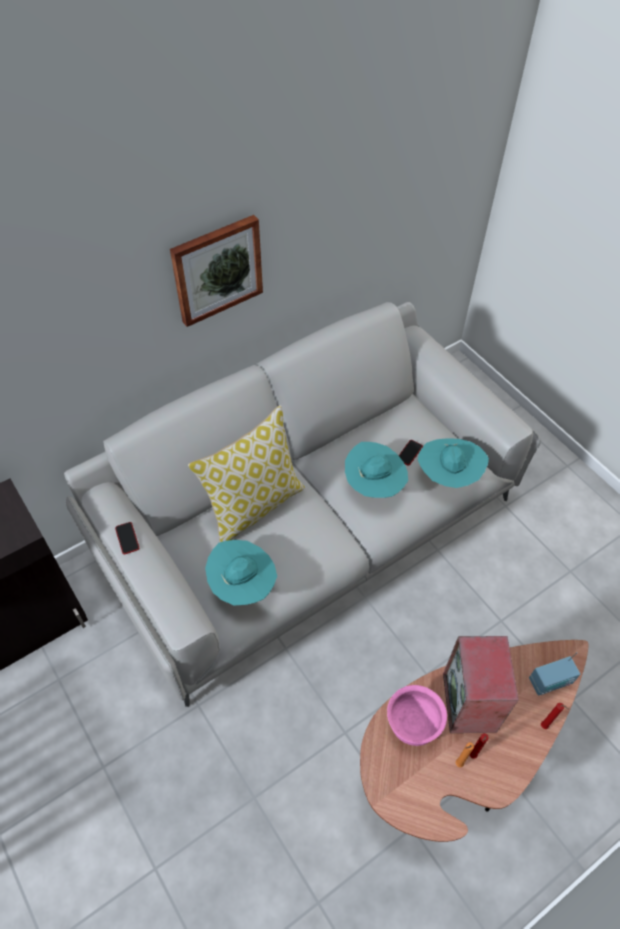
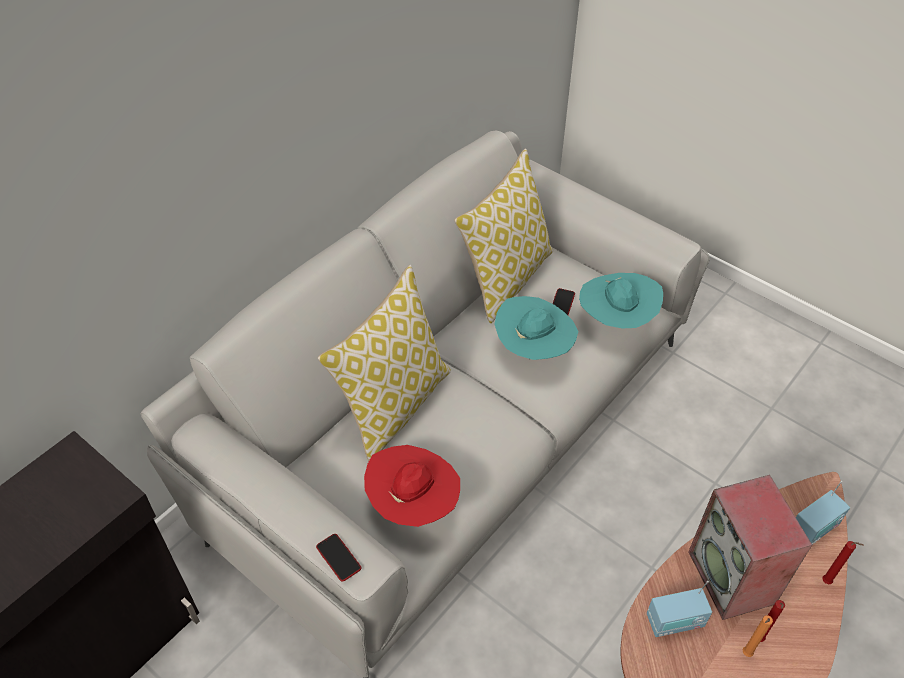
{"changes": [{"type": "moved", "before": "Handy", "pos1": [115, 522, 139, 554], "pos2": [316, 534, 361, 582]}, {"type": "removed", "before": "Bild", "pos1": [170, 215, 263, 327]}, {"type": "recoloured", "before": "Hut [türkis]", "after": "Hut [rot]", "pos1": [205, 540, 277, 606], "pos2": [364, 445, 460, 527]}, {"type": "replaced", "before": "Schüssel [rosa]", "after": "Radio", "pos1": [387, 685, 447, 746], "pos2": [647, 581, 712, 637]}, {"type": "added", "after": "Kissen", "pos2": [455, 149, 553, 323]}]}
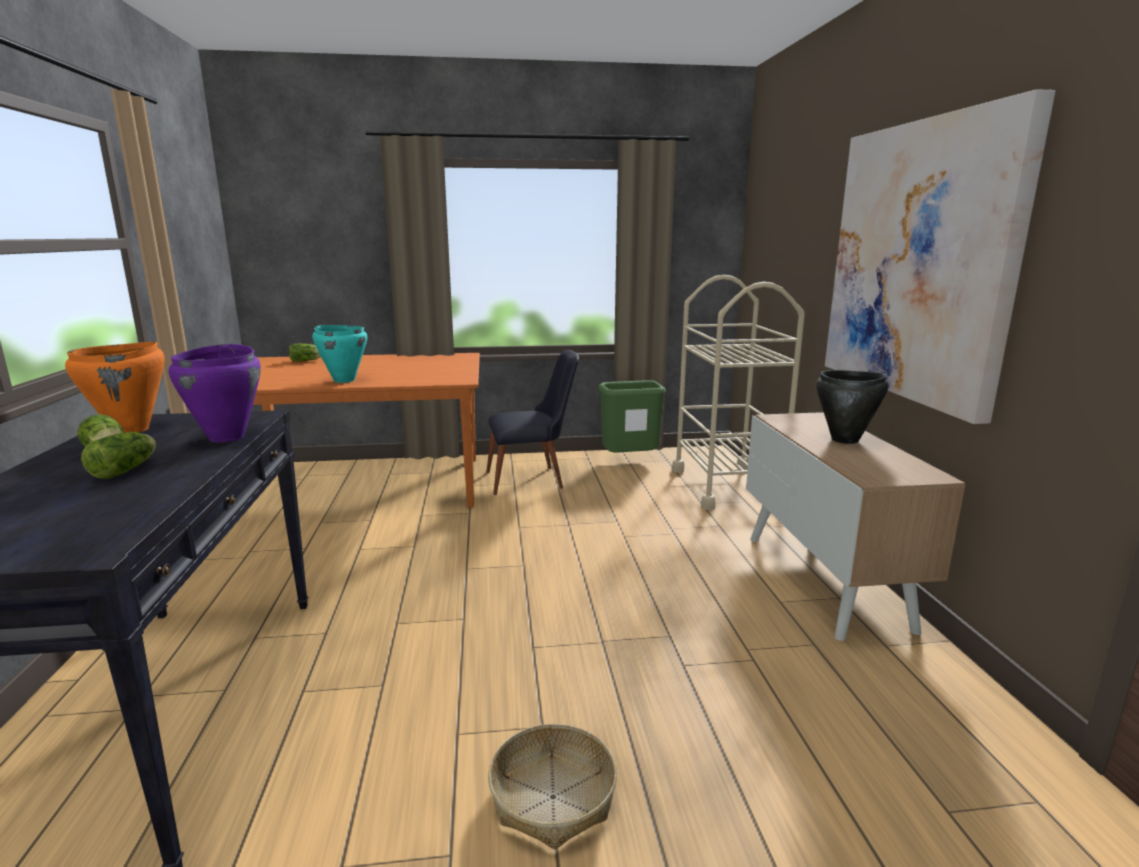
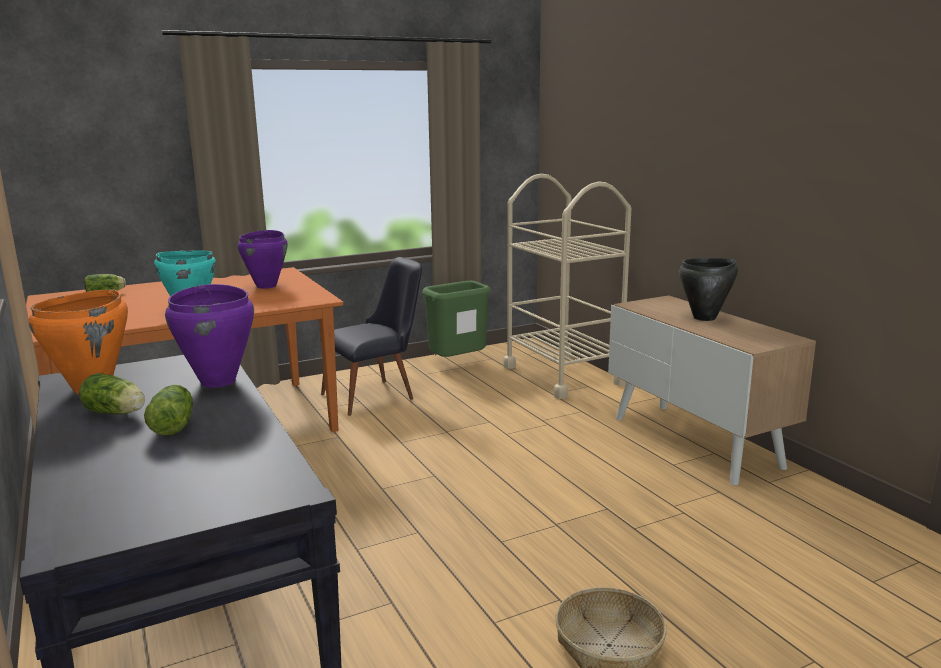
{"changes": [{"type": "removed", "before": "Bild", "pos1": [825, 89, 1055, 424]}, {"type": "added", "after": "Kochtopf [lila]", "pos2": [238, 230, 288, 289]}]}
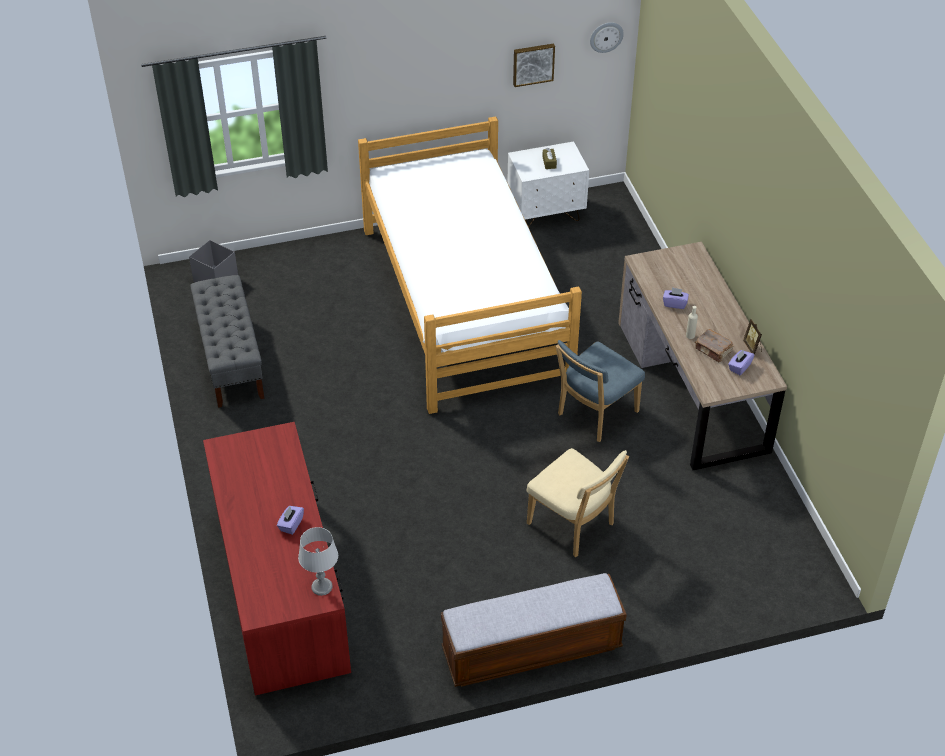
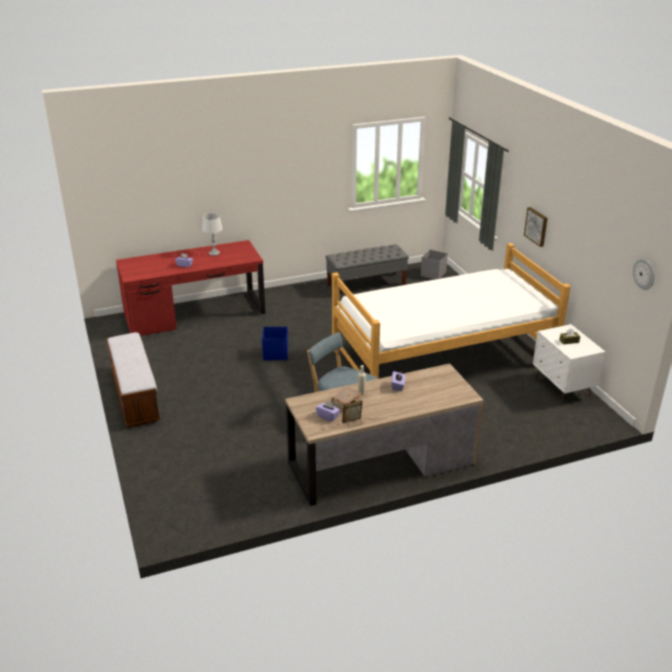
{"changes": [{"type": "moved", "before": "Tischlampe [grau]", "pos1": [298, 527, 338, 596], "pos2": [202, 213, 223, 256]}, {"type": "moved", "before": "Bild", "pos1": [513, 43, 555, 87], "pos2": [524, 207, 547, 247]}, {"type": "removed", "before": "Stuhl [beige]", "pos1": [526, 448, 629, 557]}, {"type": "added", "after": "Aufbewahrungsbox [blau]", "pos2": [262, 327, 288, 360]}]}
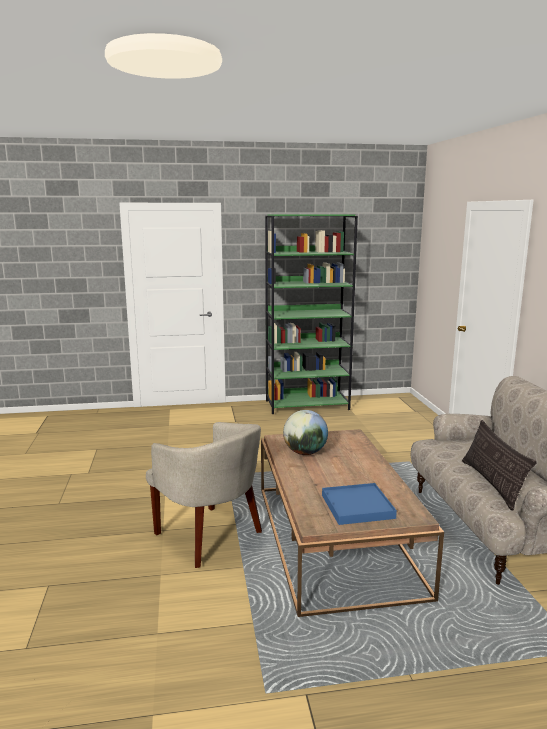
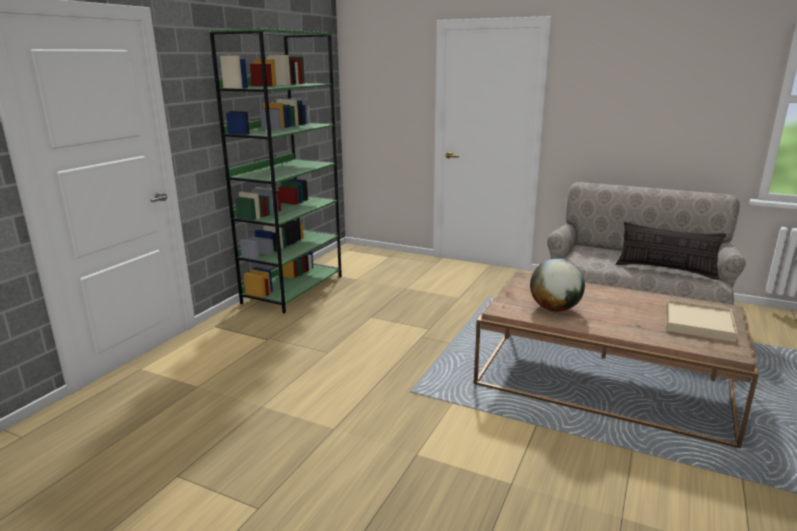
{"changes": [{"type": "removed", "before": "Sessel [beige]", "pos1": [146, 422, 262, 568]}, {"type": "recoloured", "before": "Tablett [blau]", "after": "Tablett [beige]", "pos1": [322, 483, 397, 525], "pos2": [667, 300, 737, 342]}]}
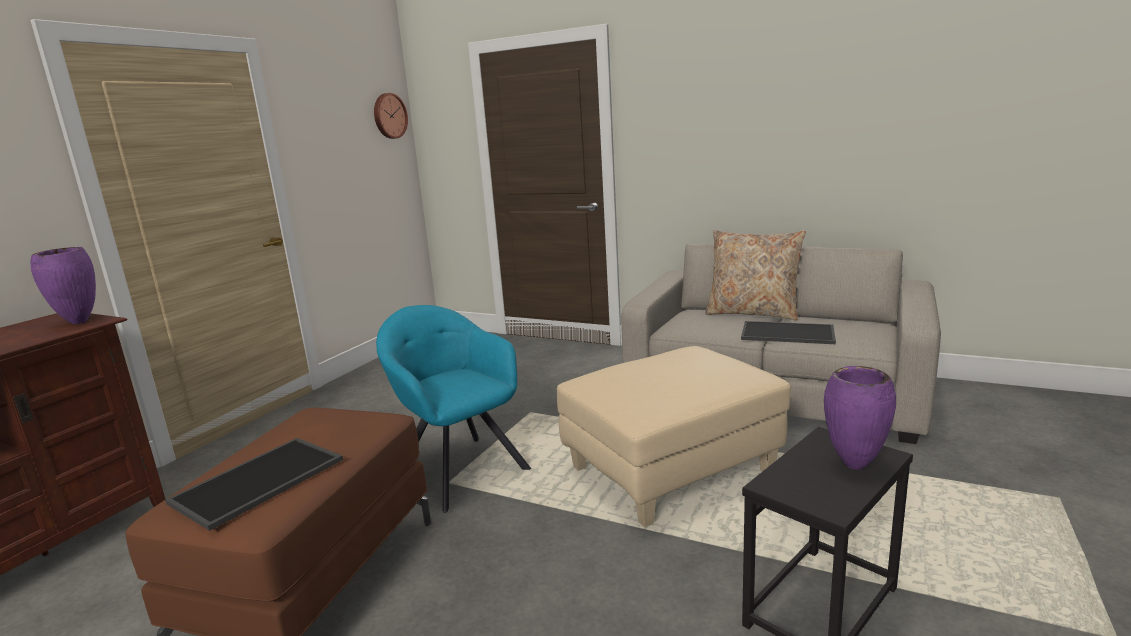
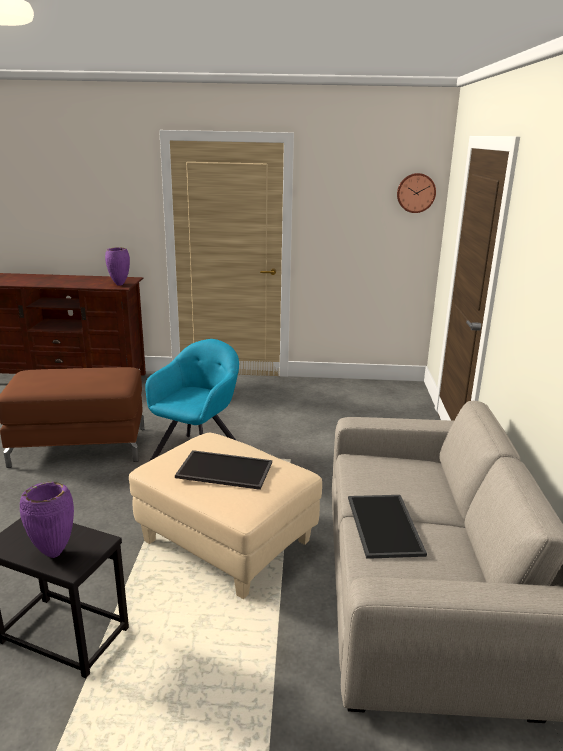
{"changes": [{"type": "moved", "before": "Tablett", "pos1": [165, 438, 343, 531], "pos2": [175, 450, 272, 490]}, {"type": "removed", "before": "Kissen [beige]", "pos1": [705, 230, 806, 321]}]}
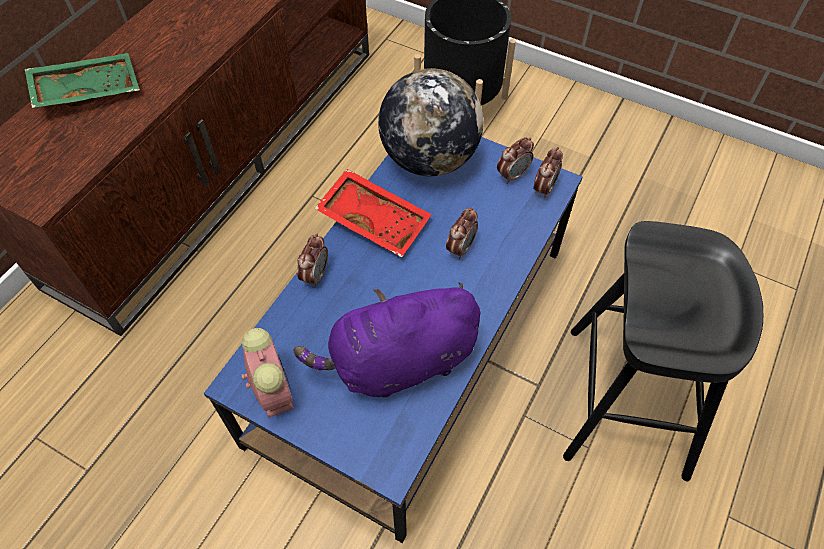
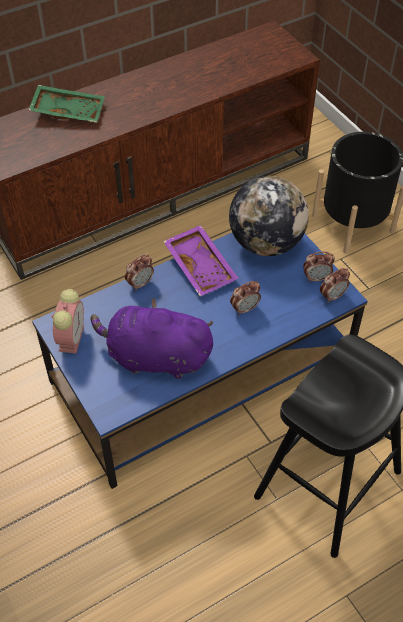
{"changes": [{"type": "recoloured", "before": "Tablett [rot]", "after": "Tablett [lila]", "pos1": [314, 169, 432, 257], "pos2": [163, 225, 239, 296]}]}
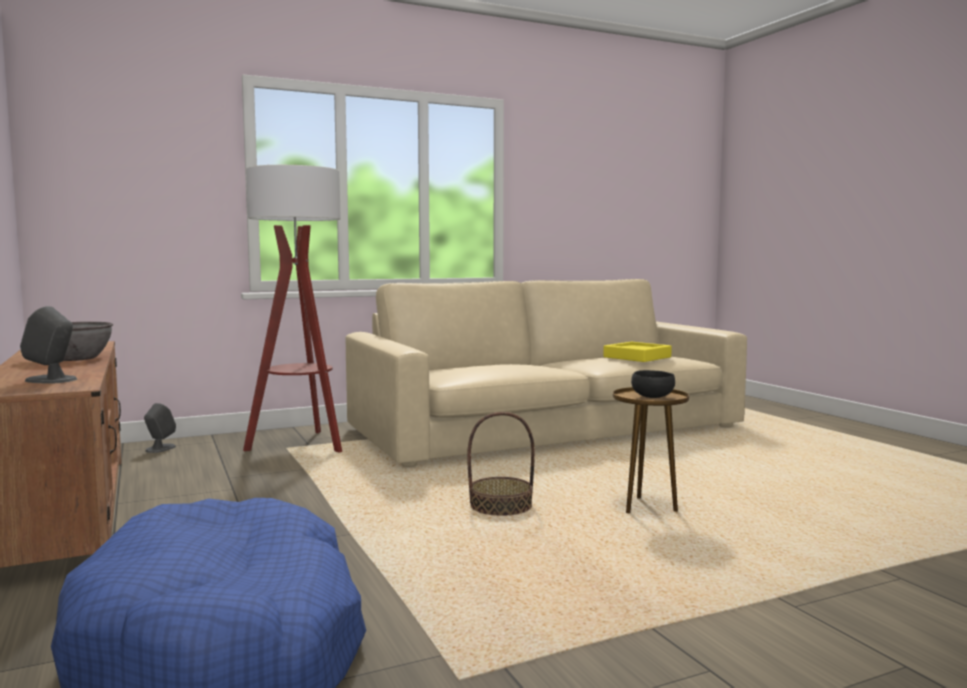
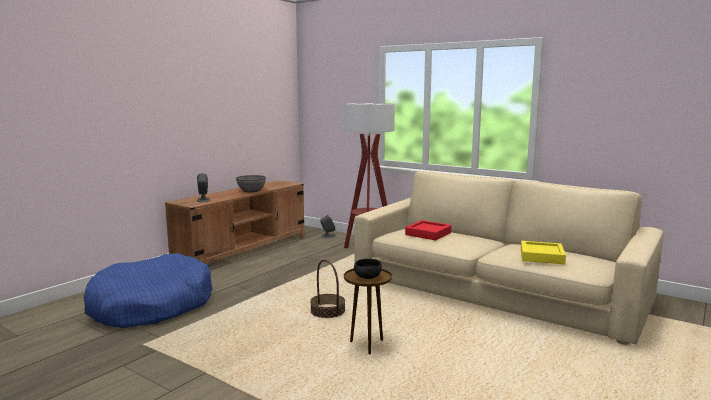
{"changes": [{"type": "added", "after": "Tablett [rot]", "pos2": [405, 220, 451, 240]}]}
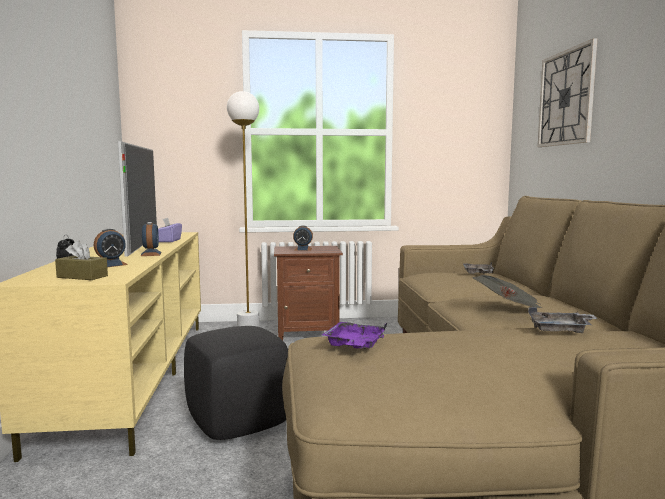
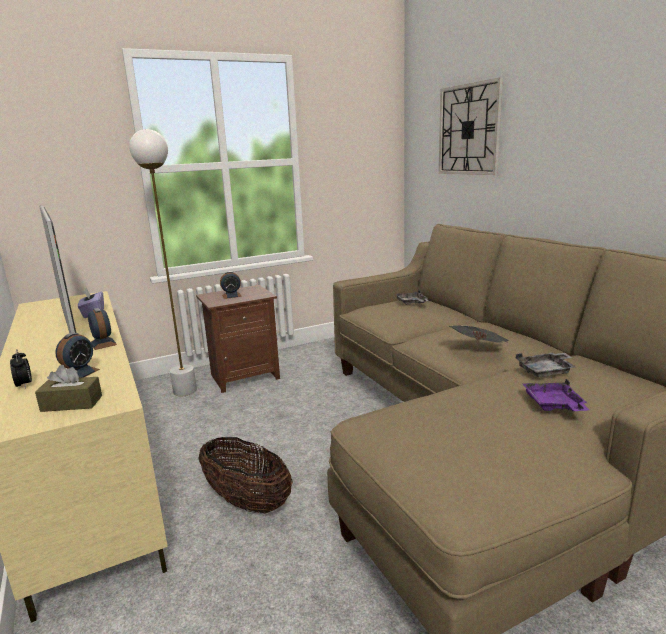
{"changes": [{"type": "replaced", "before": "Polsterhocker [schwarz]", "after": "Korb", "pos1": [184, 326, 288, 440], "pos2": [198, 437, 293, 513]}, {"type": "moved", "before": "Tablett [lila]", "pos1": [322, 322, 387, 349], "pos2": [523, 379, 589, 411]}]}
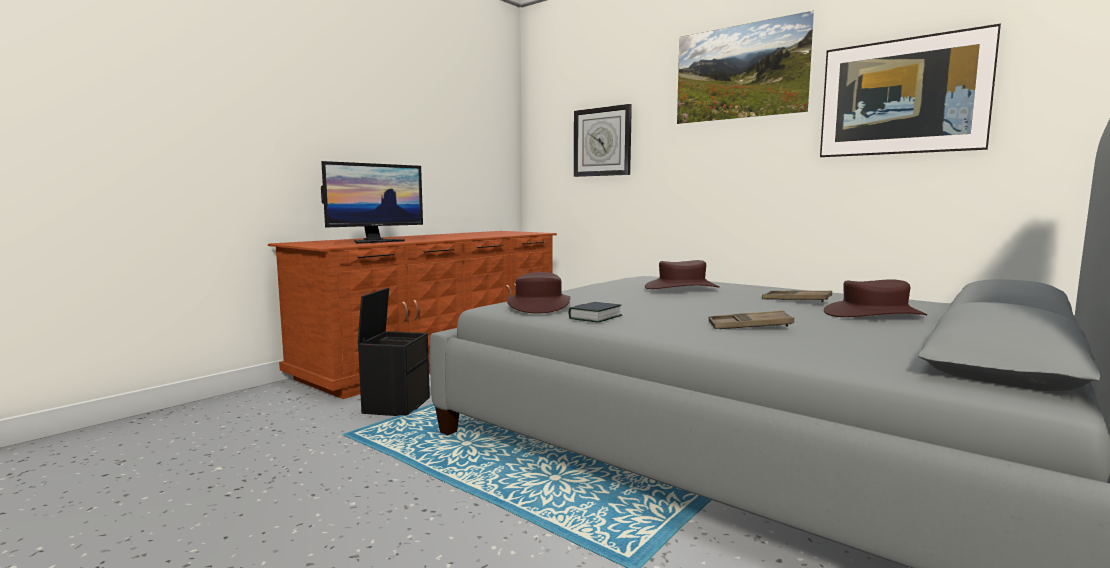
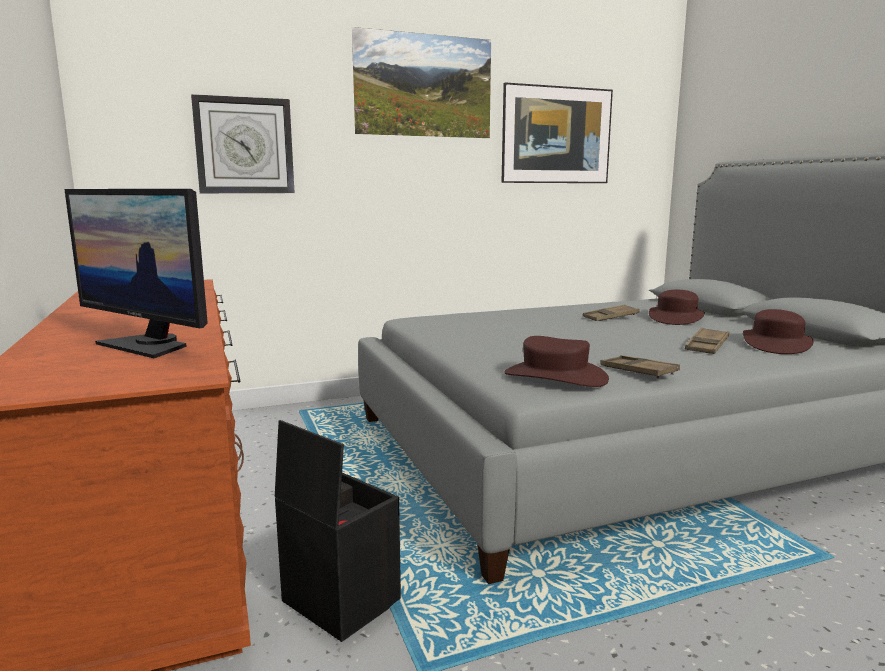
{"changes": [{"type": "turned", "before": "Monitor", "pos1": [321, 161, 423, 244], "pos2": [64, 189, 208, 358], "turn": 135}, {"type": "replaced", "before": "Buch", "after": "Tablett [braun]", "pos1": [569, 302, 622, 322], "pos2": [600, 355, 680, 378]}, {"type": "moved", "before": "Hut [braun]", "pos1": [645, 260, 720, 289], "pos2": [743, 309, 814, 354]}]}
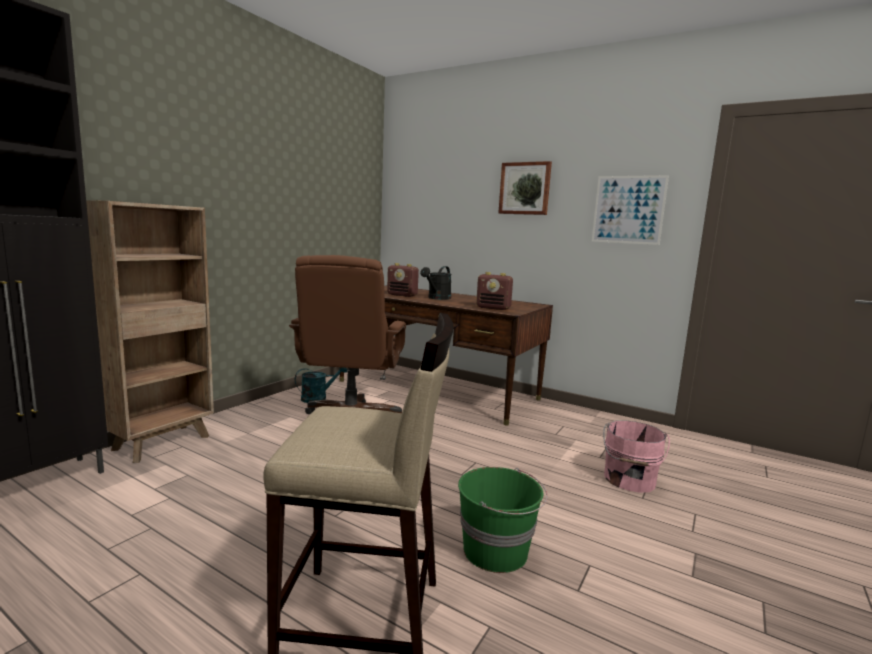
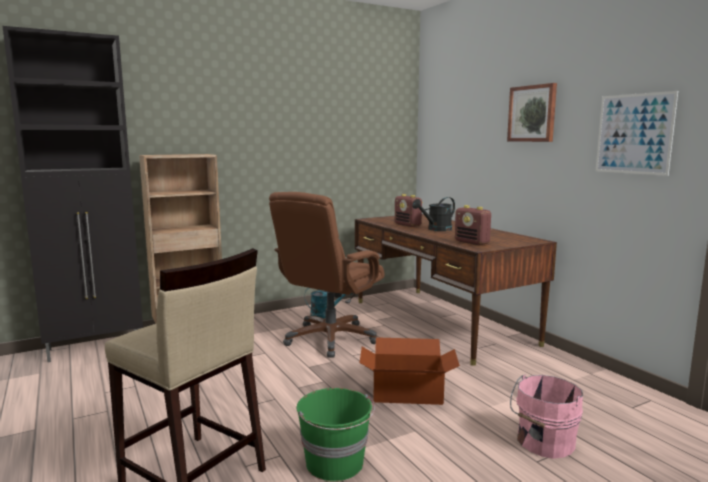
{"changes": [{"type": "added", "after": "Karton", "pos2": [359, 337, 460, 405]}]}
